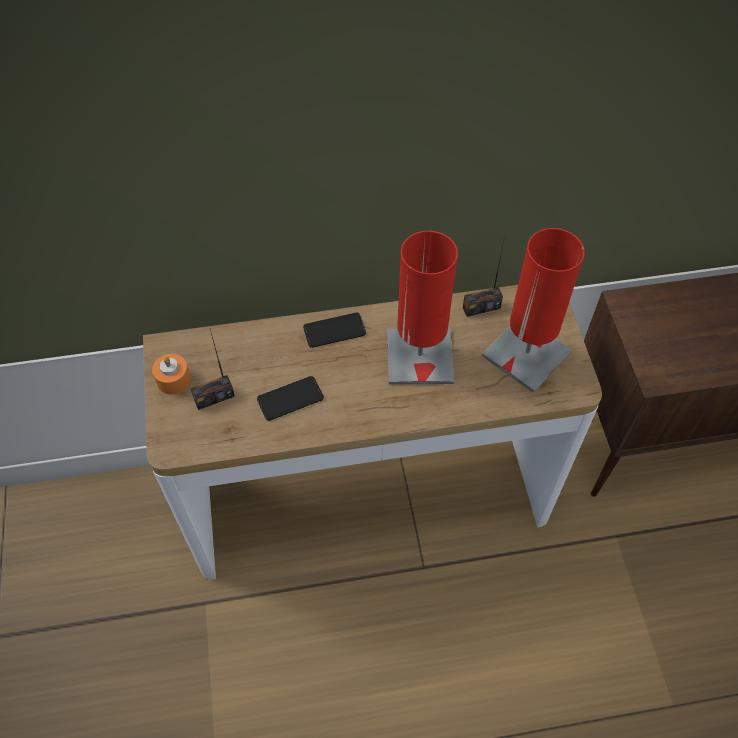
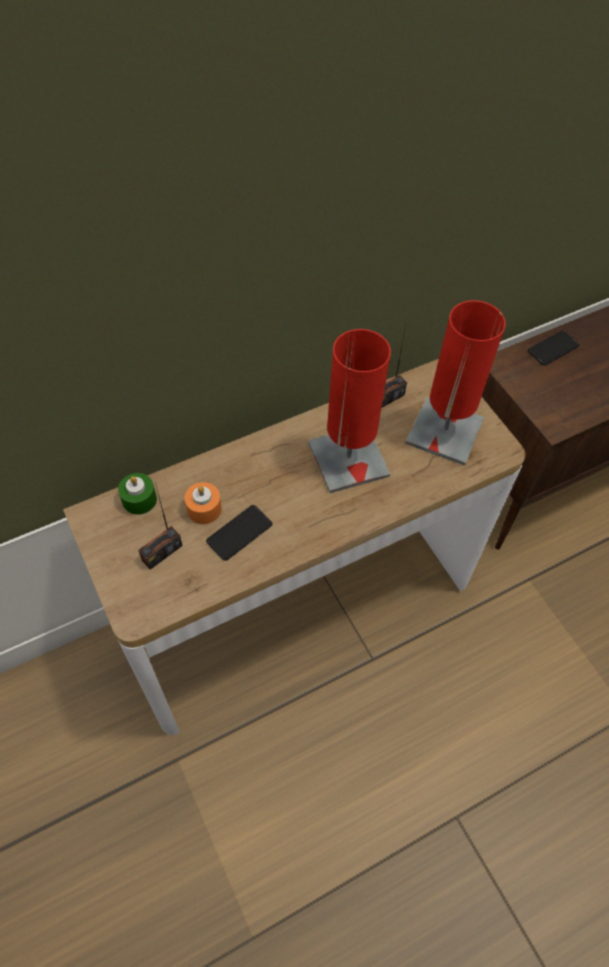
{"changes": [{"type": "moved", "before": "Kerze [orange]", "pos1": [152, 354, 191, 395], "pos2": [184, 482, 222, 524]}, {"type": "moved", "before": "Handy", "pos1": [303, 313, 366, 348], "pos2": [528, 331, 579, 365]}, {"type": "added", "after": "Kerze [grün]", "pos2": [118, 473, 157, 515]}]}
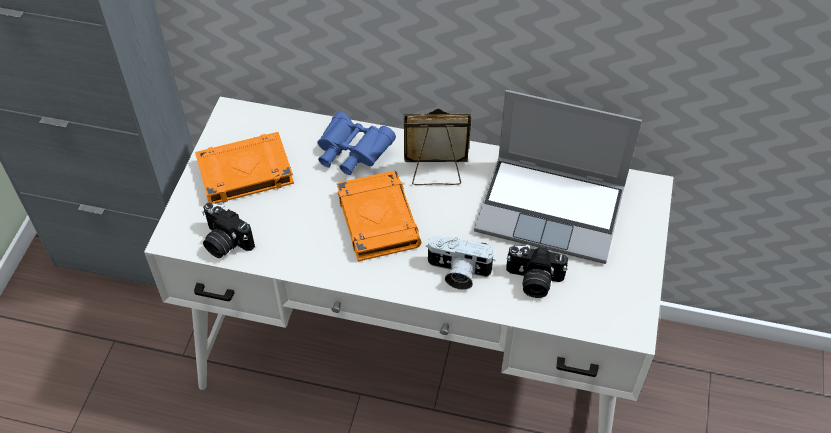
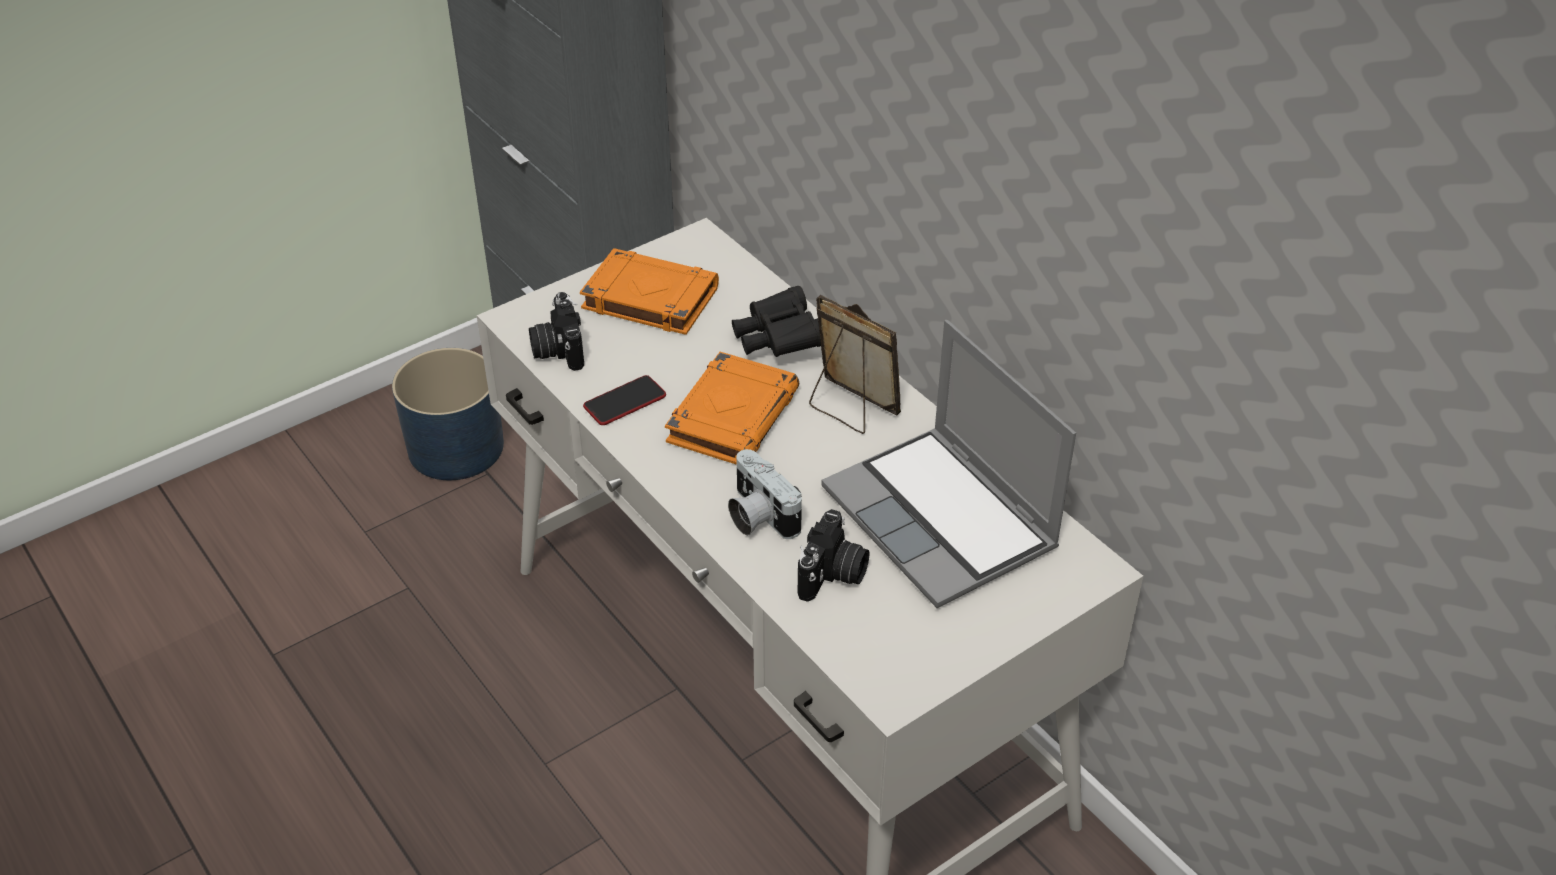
{"changes": [{"type": "recoloured", "before": "Fernglas [blau]", "after": "Fernglas [schwarz]", "pos1": [317, 112, 396, 175], "pos2": [732, 286, 821, 357]}, {"type": "turned", "before": "Kamera", "pos1": [506, 245, 568, 298], "pos2": [797, 509, 869, 602], "turn": -120}, {"type": "added", "after": "Pflanzkübel [blau]", "pos2": [392, 348, 504, 480]}, {"type": "added", "after": "Handy", "pos2": [583, 375, 666, 425]}]}
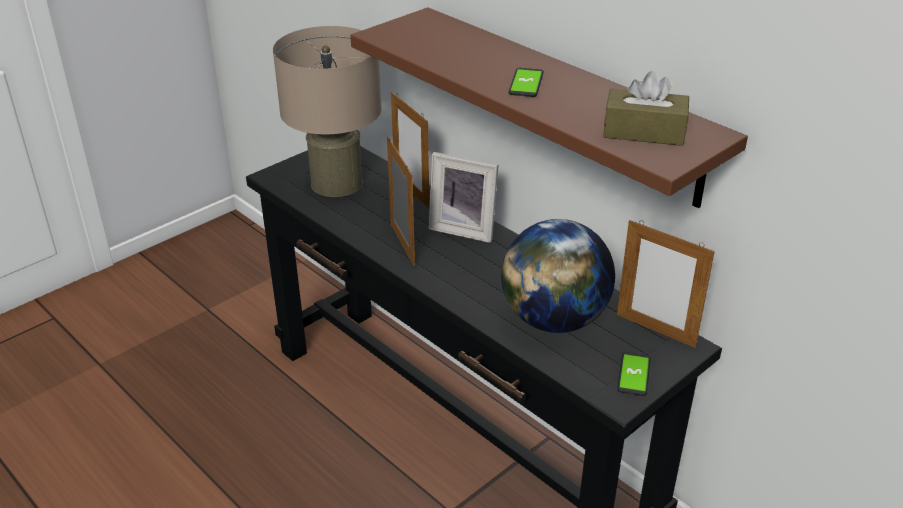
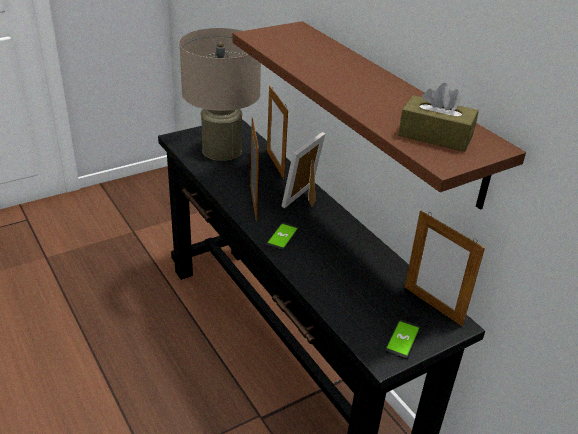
{"changes": [{"type": "turned", "before": "Bilderrahmen", "pos1": [429, 152, 499, 243], "pos2": [282, 132, 325, 208], "turn": 90}, {"type": "removed", "before": "Globus", "pos1": [501, 219, 615, 333]}, {"type": "moved", "before": "Handy", "pos1": [508, 68, 544, 97], "pos2": [266, 223, 299, 251]}]}
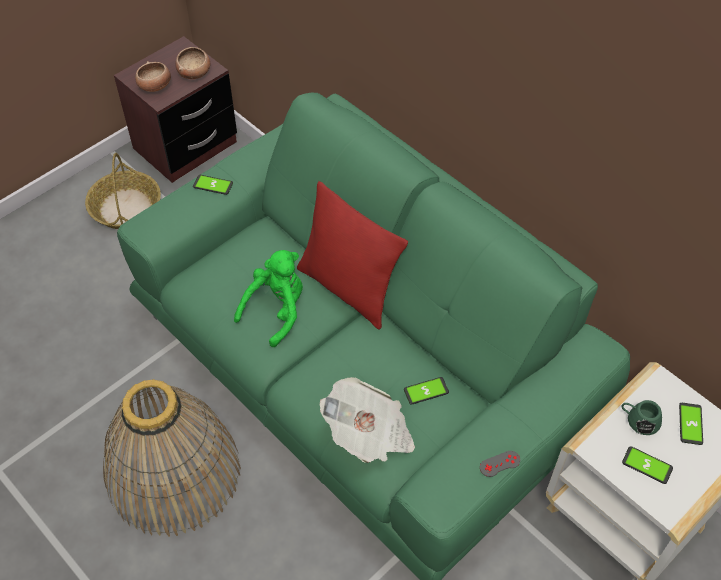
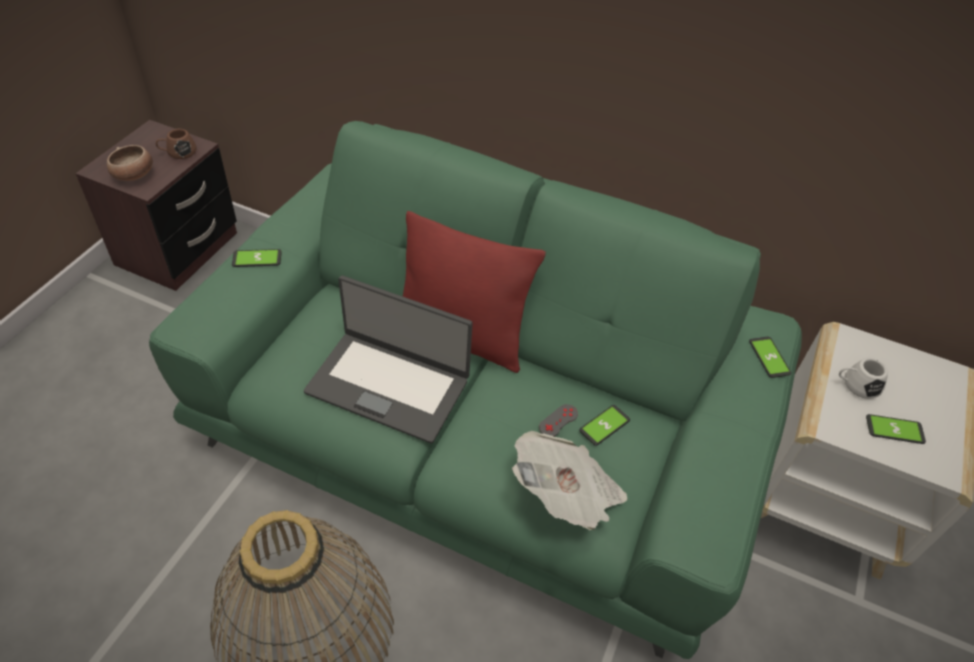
{"changes": [{"type": "removed", "before": "Korb", "pos1": [85, 153, 161, 229]}, {"type": "replaced", "before": "Schüssel", "after": "Henkelbecher [braun]", "pos1": [175, 47, 211, 79], "pos2": [156, 129, 197, 159]}, {"type": "replaced", "before": "Plüschtier [grün]", "after": "Laptop", "pos1": [234, 250, 303, 347], "pos2": [304, 276, 473, 444]}, {"type": "moved", "before": "Gamepad [grau]", "pos1": [480, 451, 520, 477], "pos2": [539, 404, 578, 436]}, {"type": "recoloured", "before": "Henkelbecher [grün]", "after": "Henkelbecher [weiß]", "pos1": [621, 400, 662, 435], "pos2": [839, 358, 888, 399]}, {"type": "moved", "before": "Handy", "pos1": [679, 403, 703, 445], "pos2": [749, 337, 791, 378]}]}
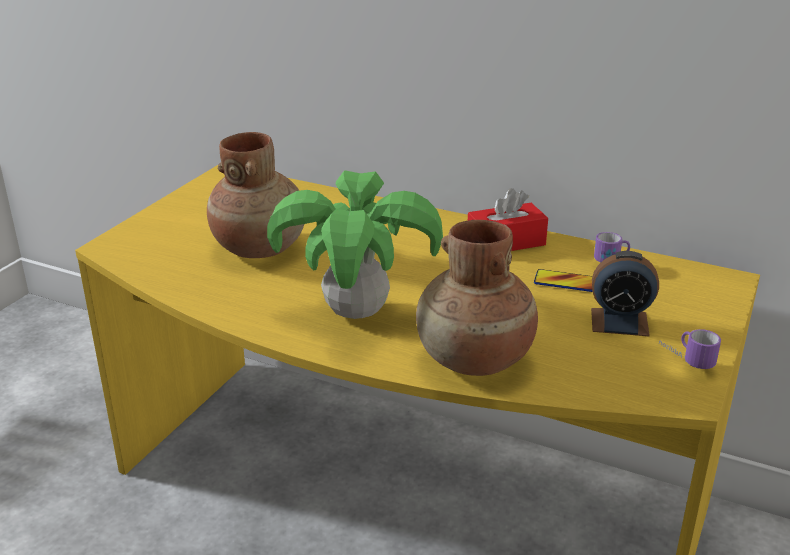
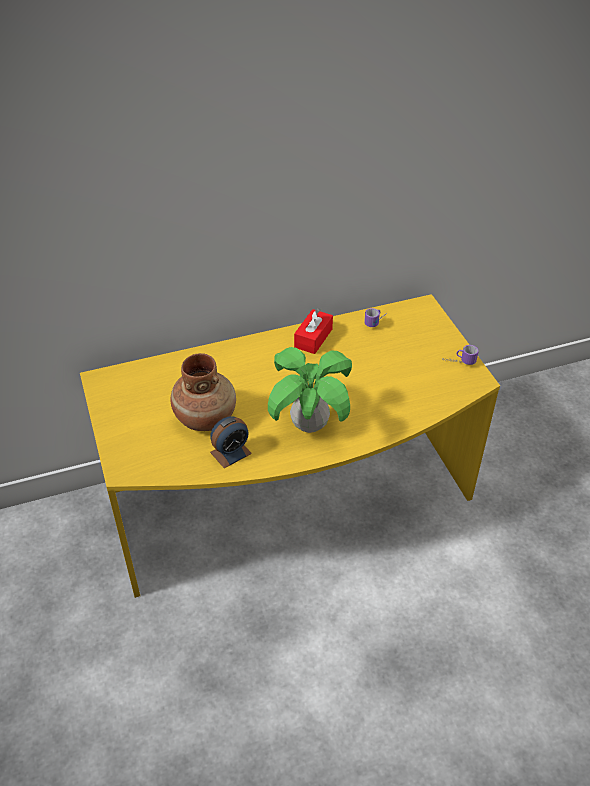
{"changes": [{"type": "removed", "before": "Vase [braun]", "pos1": [416, 220, 538, 376]}, {"type": "removed", "before": "Handy", "pos1": [534, 269, 593, 292]}, {"type": "moved", "before": "Wecker", "pos1": [591, 251, 659, 337], "pos2": [210, 416, 252, 468]}]}
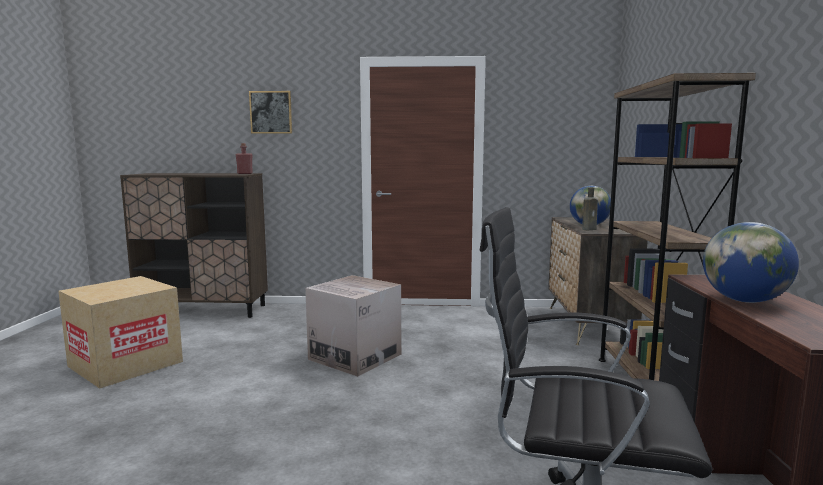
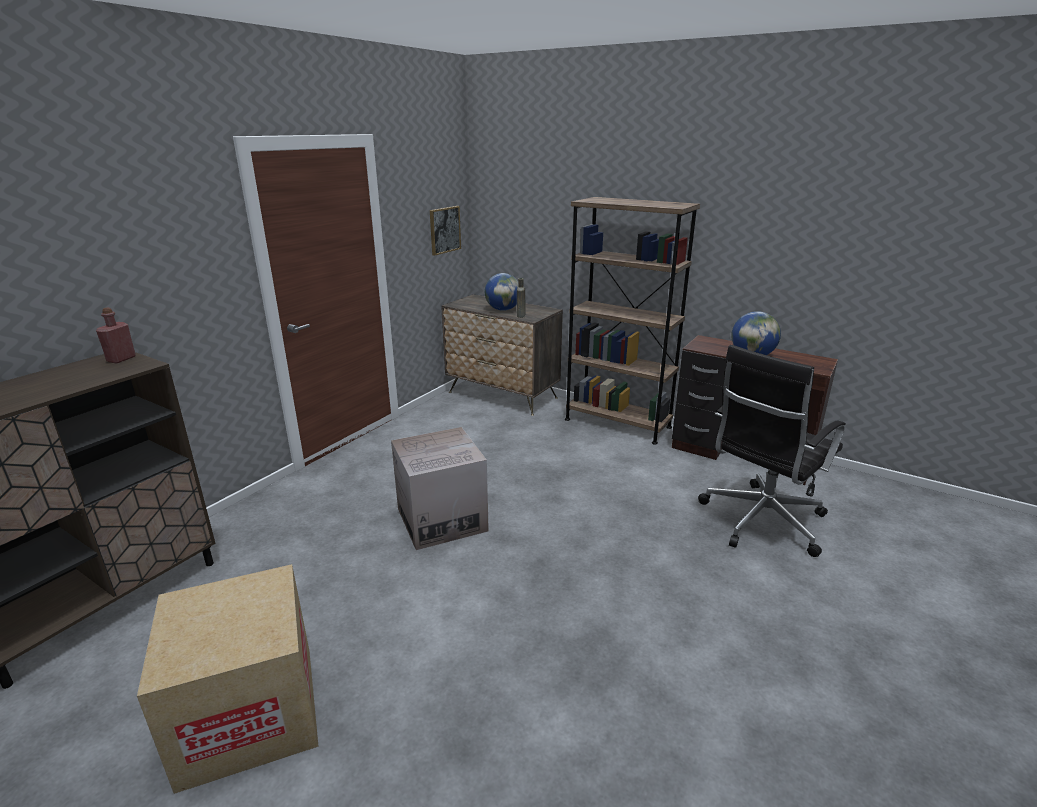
{"changes": [{"type": "moved", "before": "Bild", "pos1": [249, 91, 292, 134], "pos2": [430, 206, 461, 256]}]}
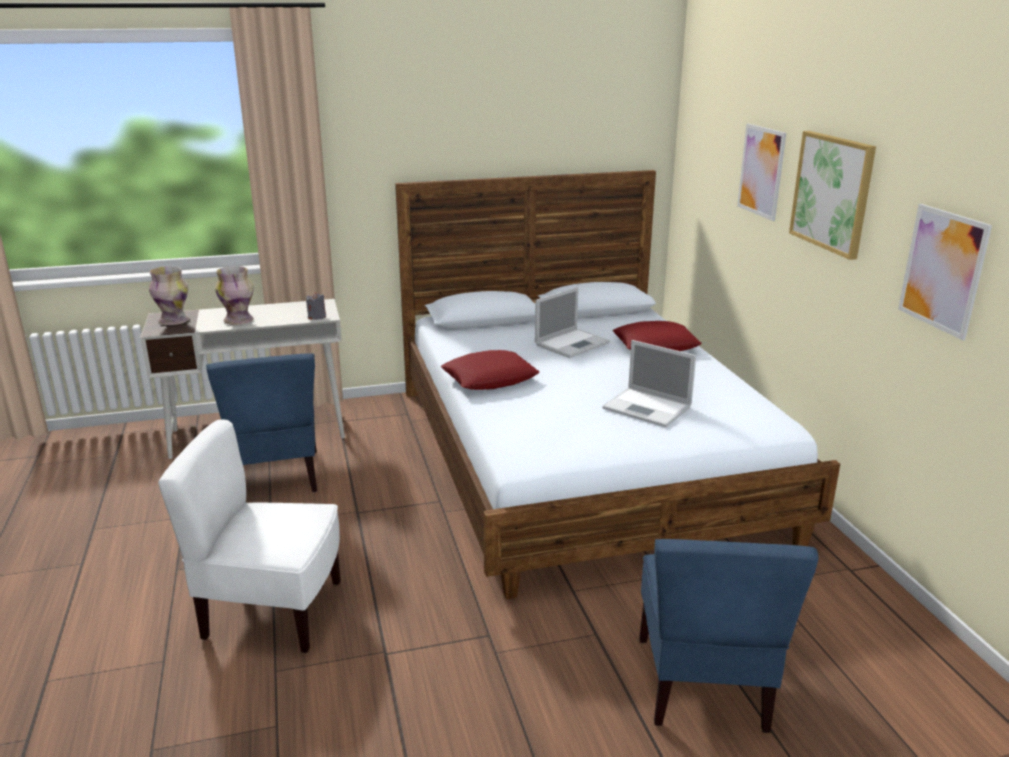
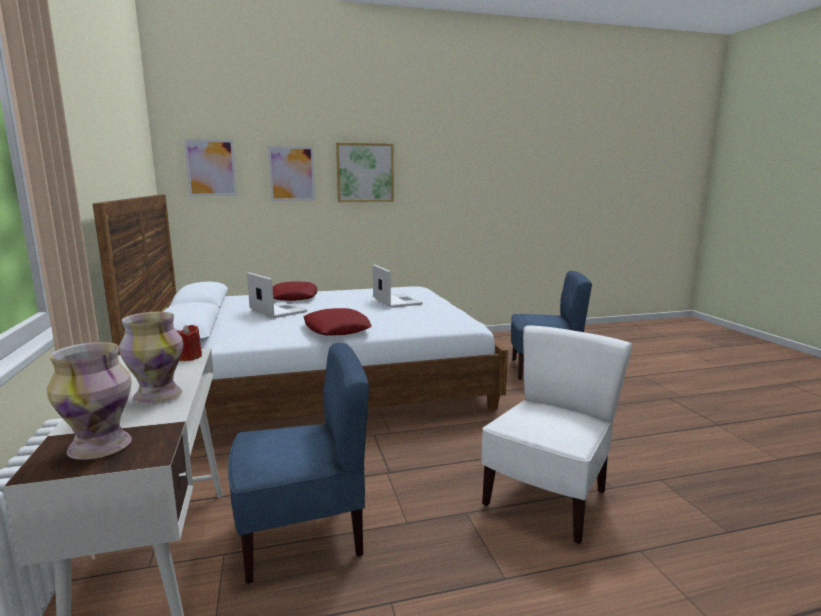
{"changes": [{"type": "turned", "before": "Stuhl [weiß]", "pos1": [158, 419, 341, 653], "pos2": [481, 326, 632, 544], "turn": -150}, {"type": "recoloured", "before": "Kerze [grau]", "after": "Kerze [rot]", "pos1": [306, 292, 326, 320], "pos2": [176, 325, 202, 361]}, {"type": "turned", "before": "Laptop", "pos1": [602, 340, 696, 427], "pos2": [373, 264, 423, 308], "turn": -60}, {"type": "moved", "before": "Bild", "pos1": [898, 204, 992, 340], "pos2": [184, 139, 237, 196]}]}
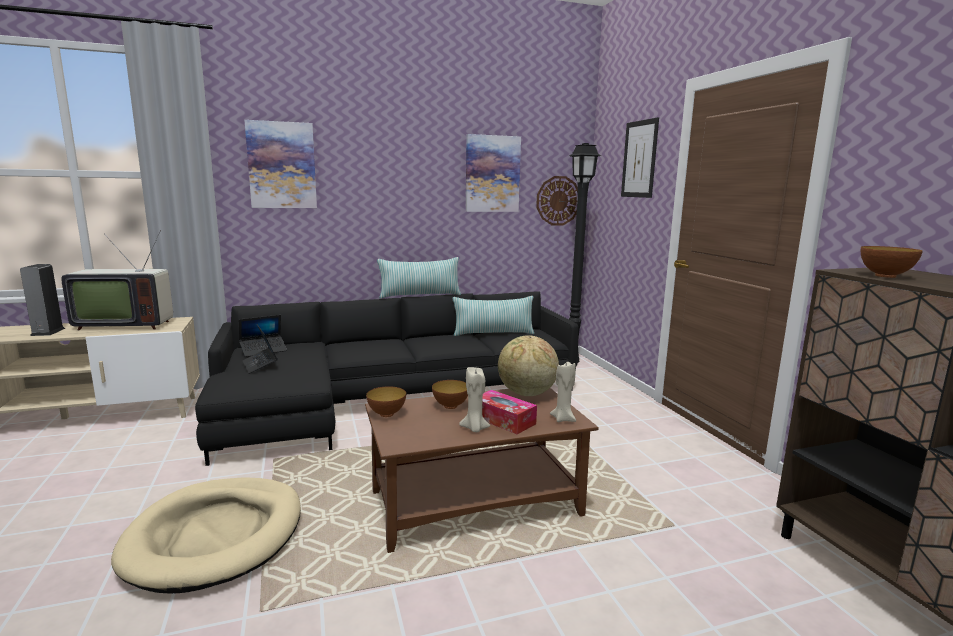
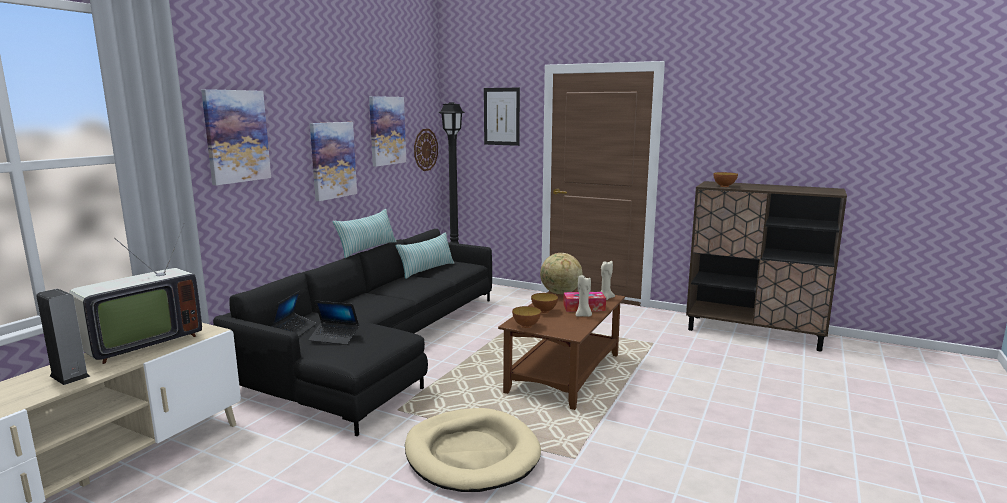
{"changes": [{"type": "added", "after": "Bild", "pos2": [310, 122, 357, 201]}]}
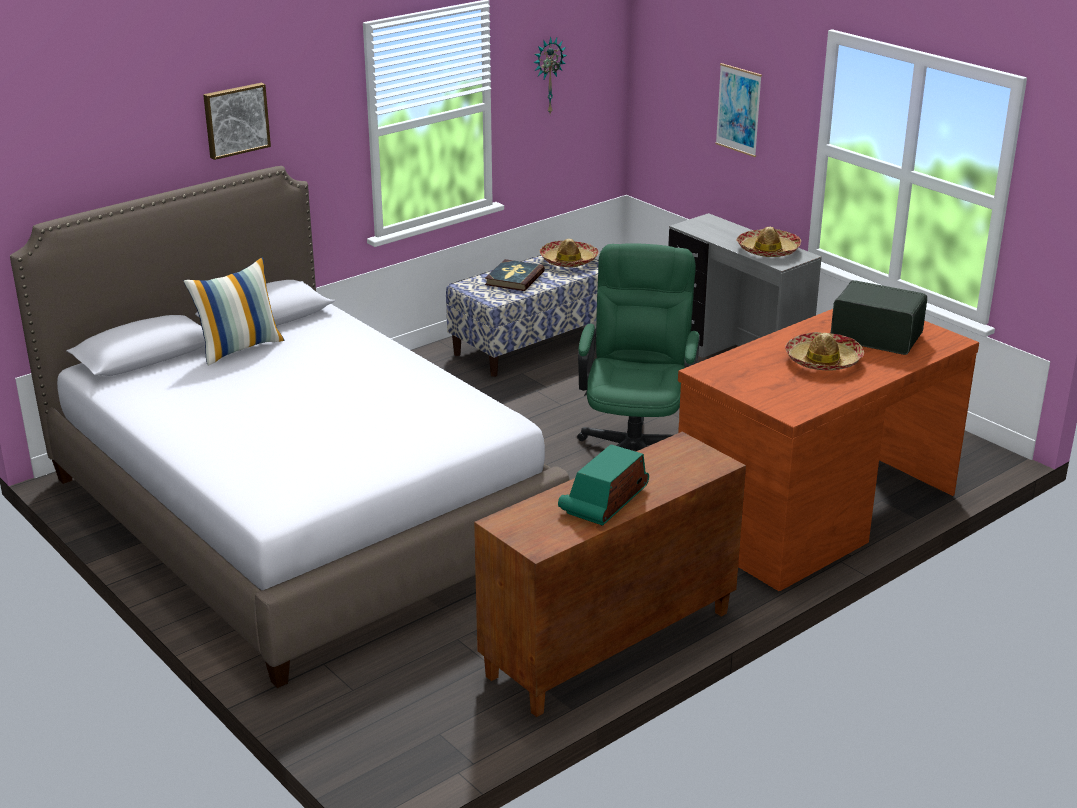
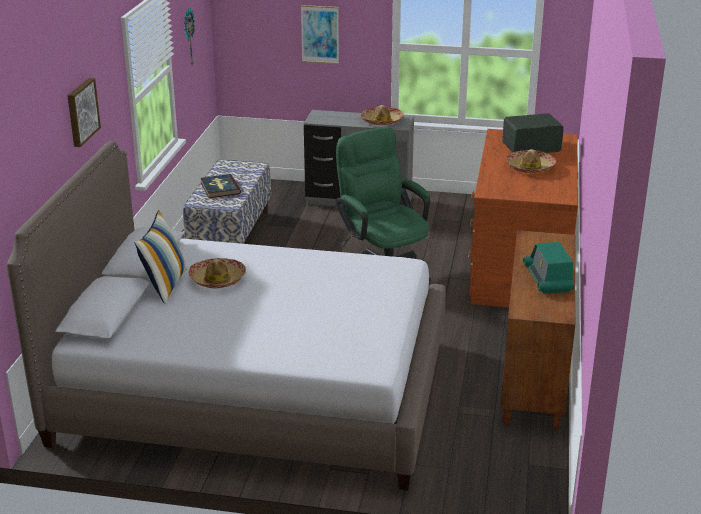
{"changes": [{"type": "moved", "before": "Hut", "pos1": [540, 239, 599, 267], "pos2": [189, 258, 246, 289]}]}
